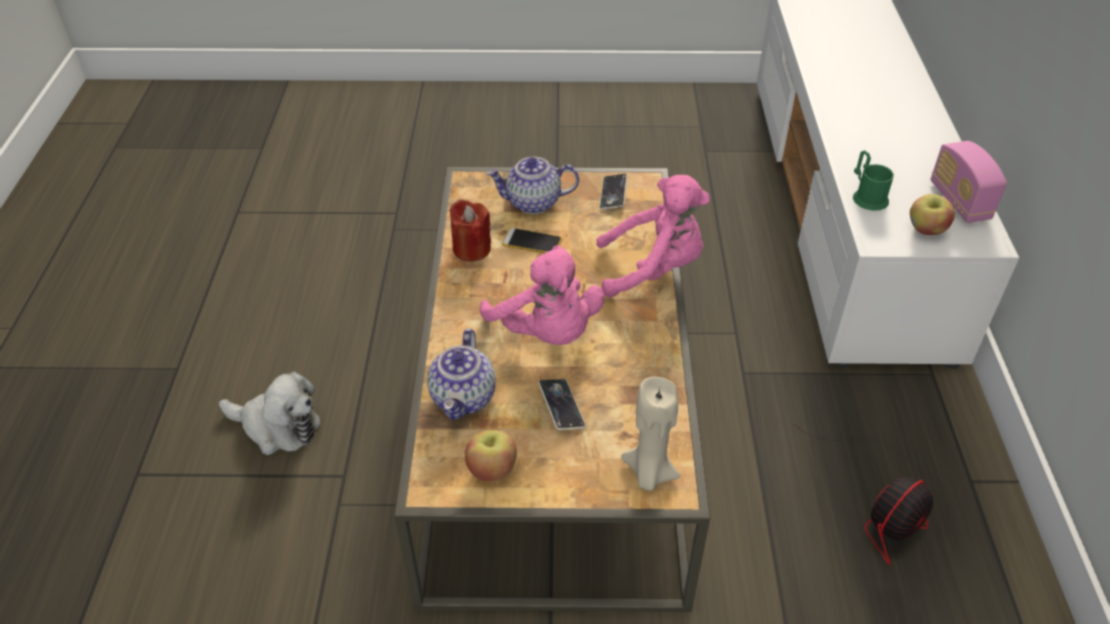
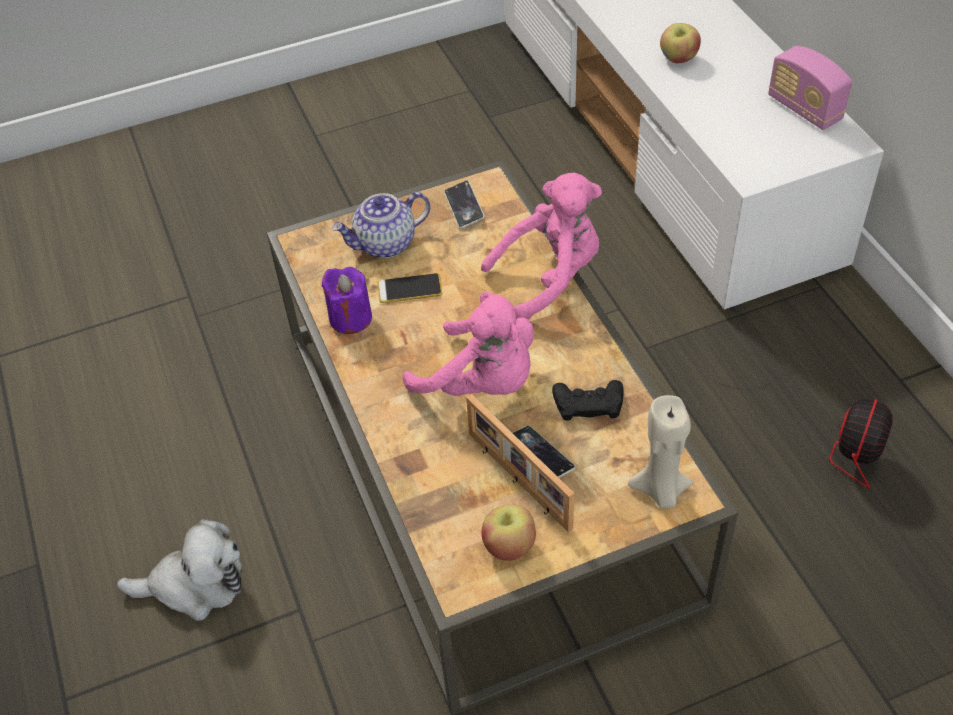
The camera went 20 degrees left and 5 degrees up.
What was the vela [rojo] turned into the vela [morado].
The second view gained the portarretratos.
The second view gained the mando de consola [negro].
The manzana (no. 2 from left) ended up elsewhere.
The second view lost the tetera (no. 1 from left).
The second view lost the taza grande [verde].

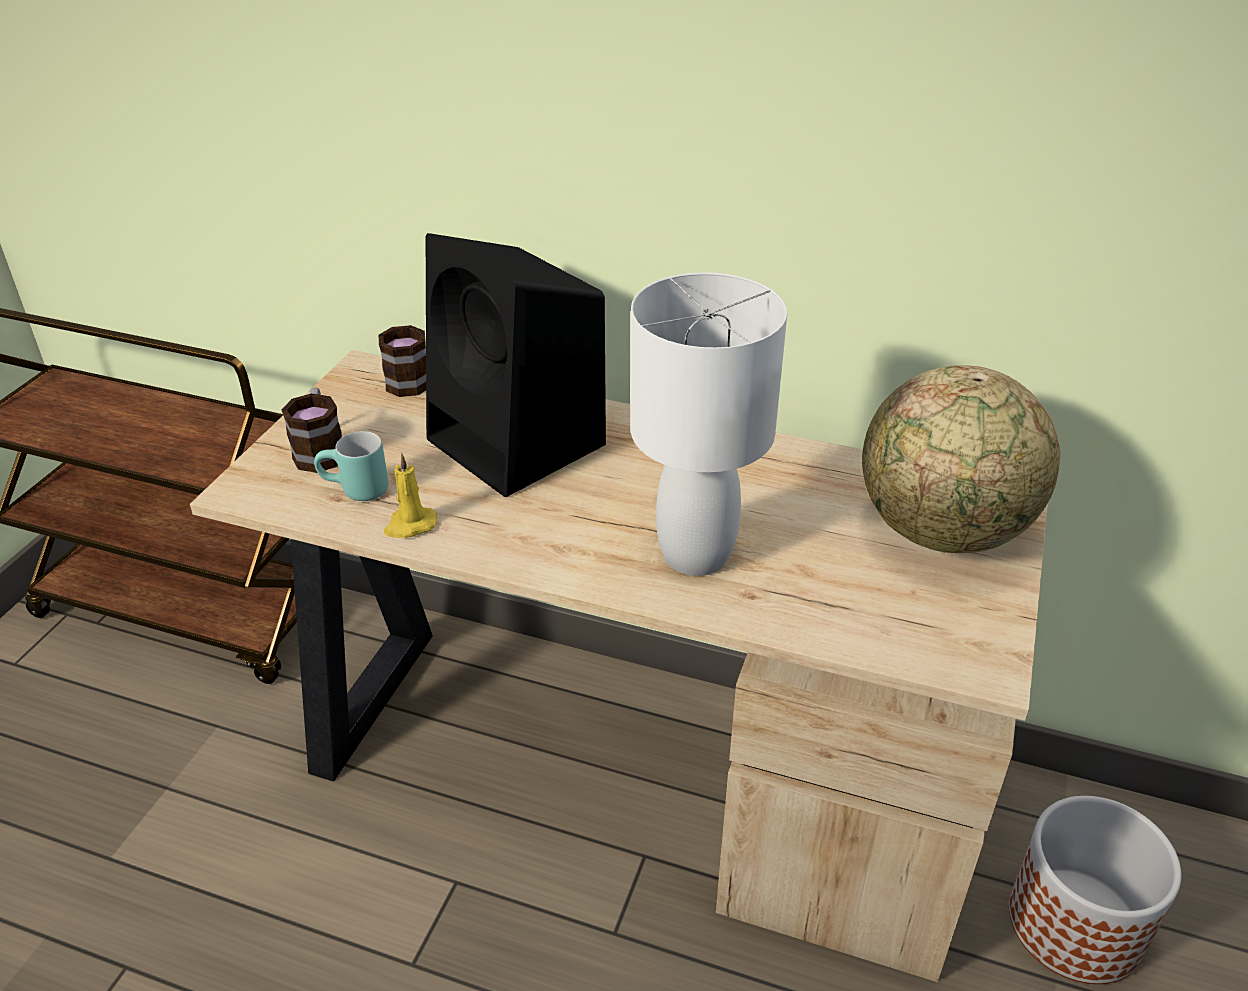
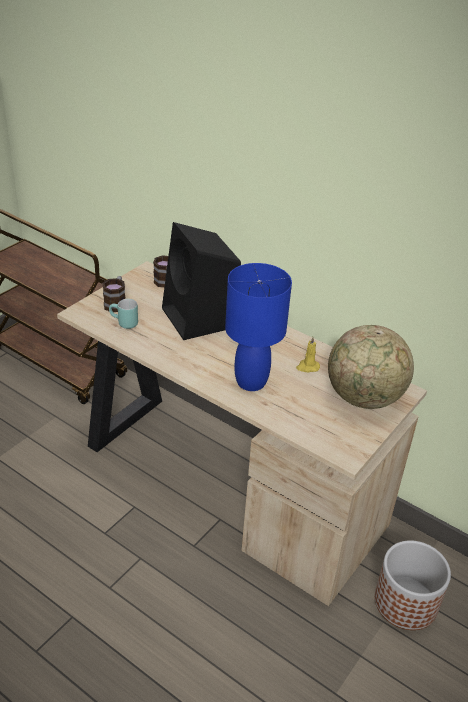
The camera went 15 degrees right and 0 degrees up.
What was the lámpara de mesa [blanco] turned into the lámpara de mesa [azul].
The vela [amarillo] ended up elsewhere.

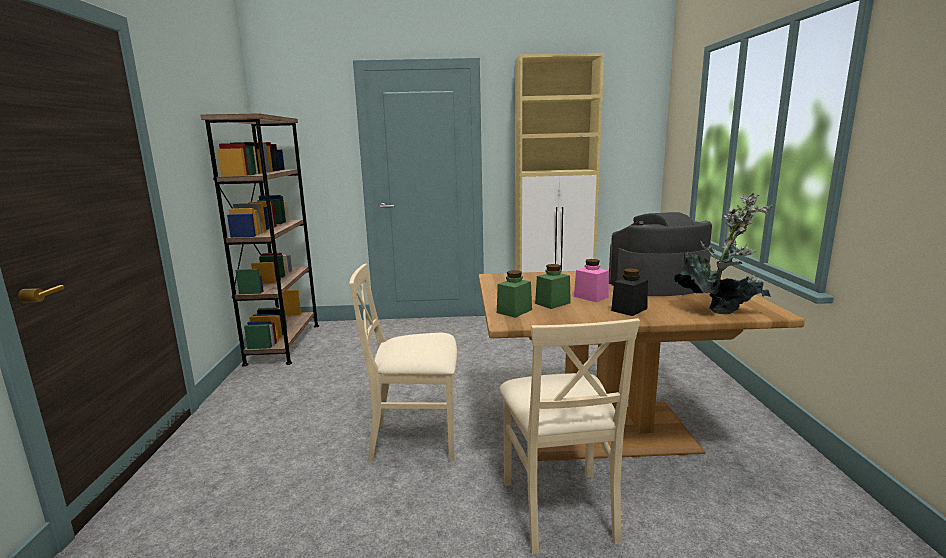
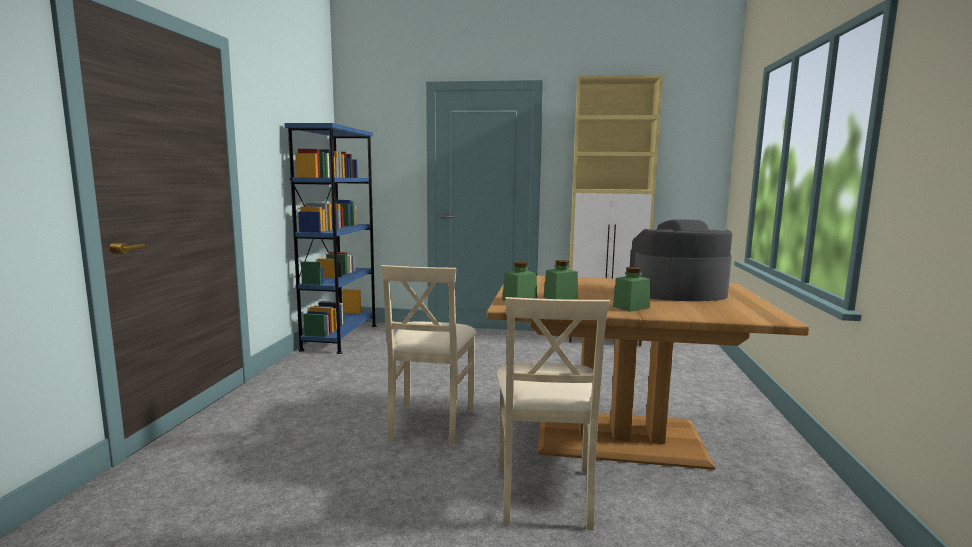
The camera went 10 degrees right and 5 degrees down.
What was the estantería [marrón] turned into the estantería [azul].
The silla [beis] (no. 1 from left) ended up facing another way, 90 degrees counterclockwise from before.
What was the tarro [negro] turned into the tarro [verde] (no. 3 from left).
The second view lost the tarro [rosa].
The second view lost the planta en maceta.

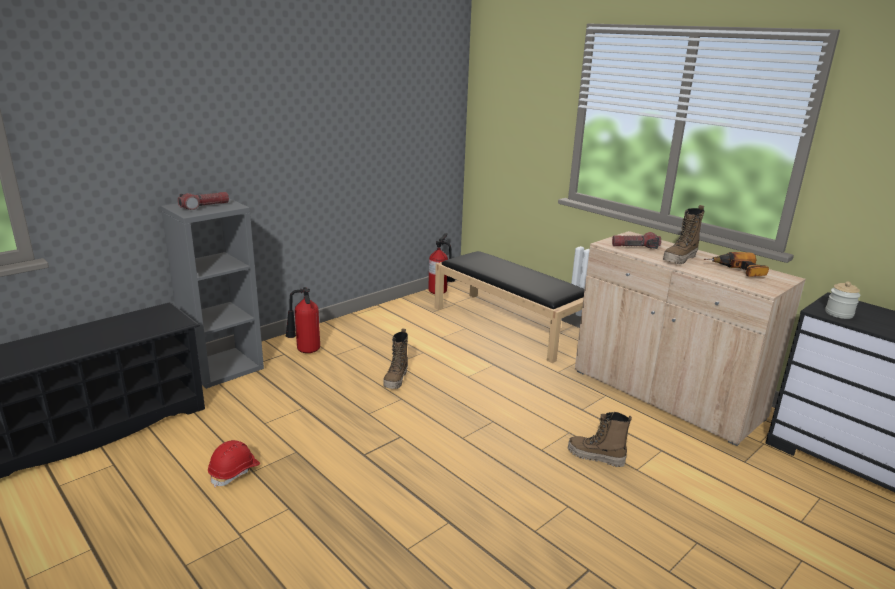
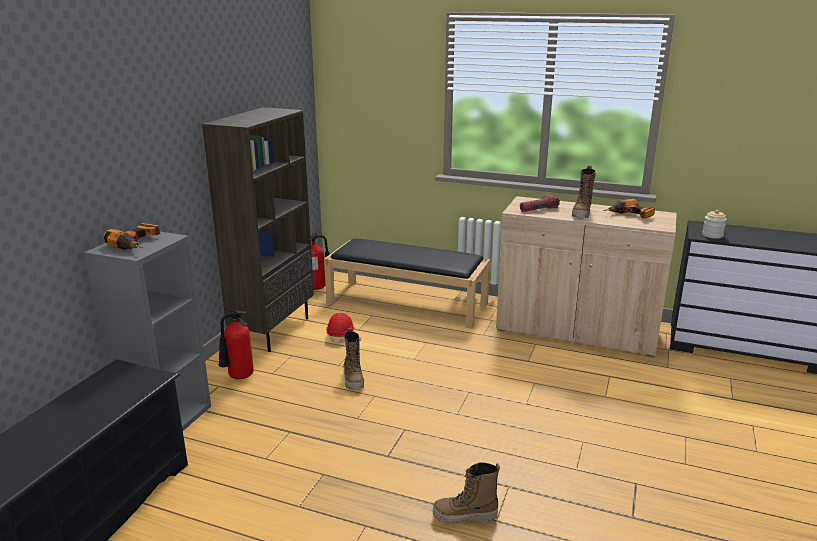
The camera went 25 degrees left and 0 degrees up.
Where the linterna (no. 1 from left) stood, the taladro (no. 1 from left) came to stand.
The second view gained the estantería [marrón].
The casco [rojo] ended up elsewhere.
The bota (no. 2 from left) ended up elsewhere.

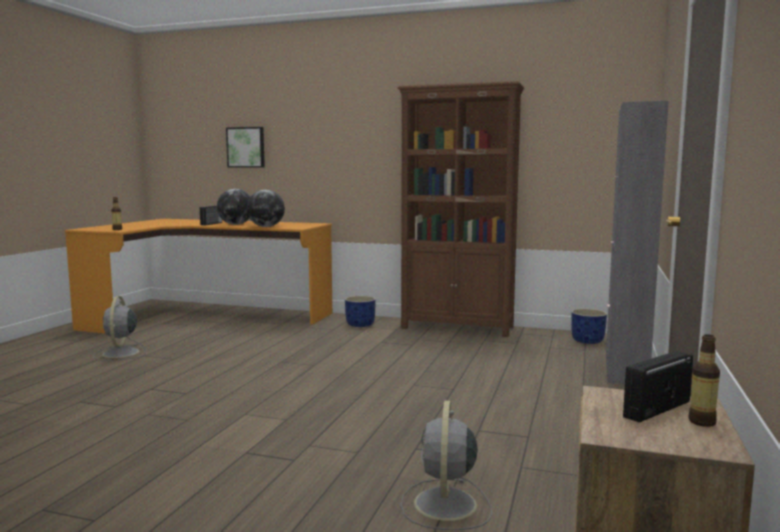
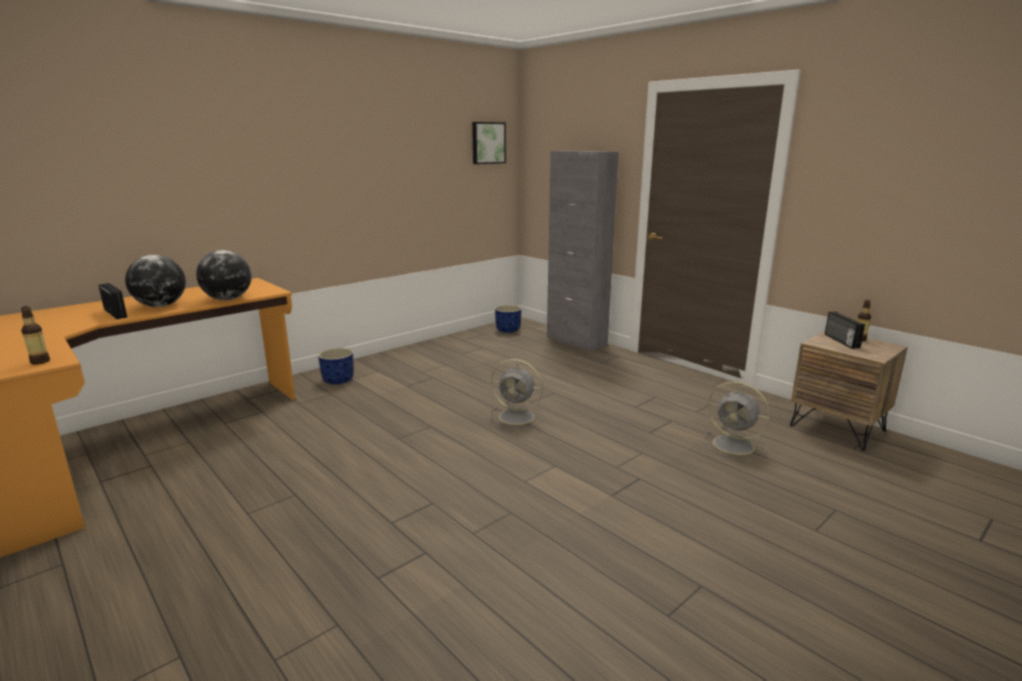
The camera went 60 degrees left and 10 degrees up.
The cuadro ended up elsewhere.
The ventilador [gris] (no. 1 from left) ended up elsewhere.
The second view lost the estantería [marrón].

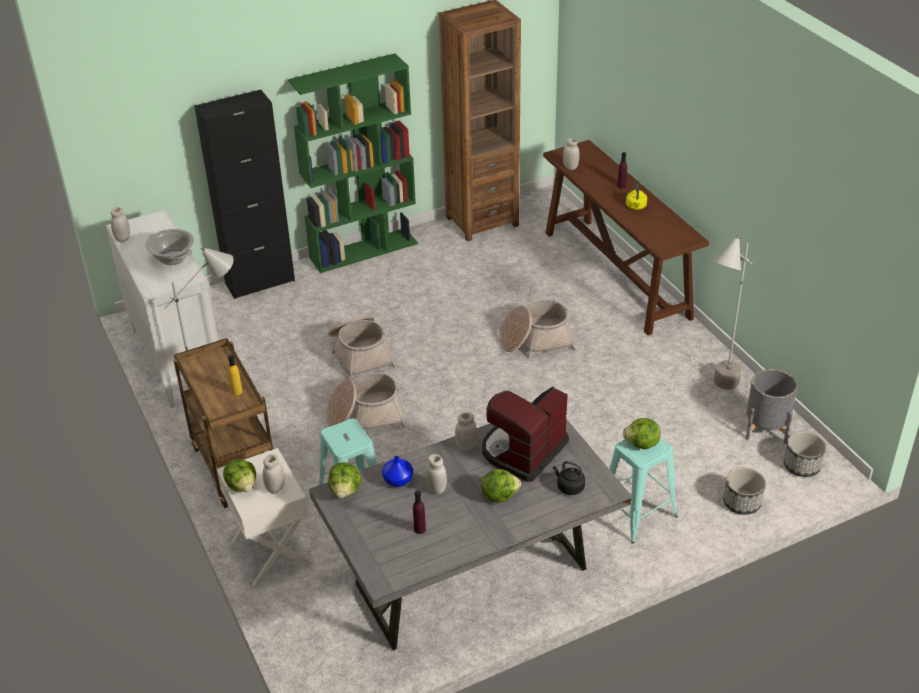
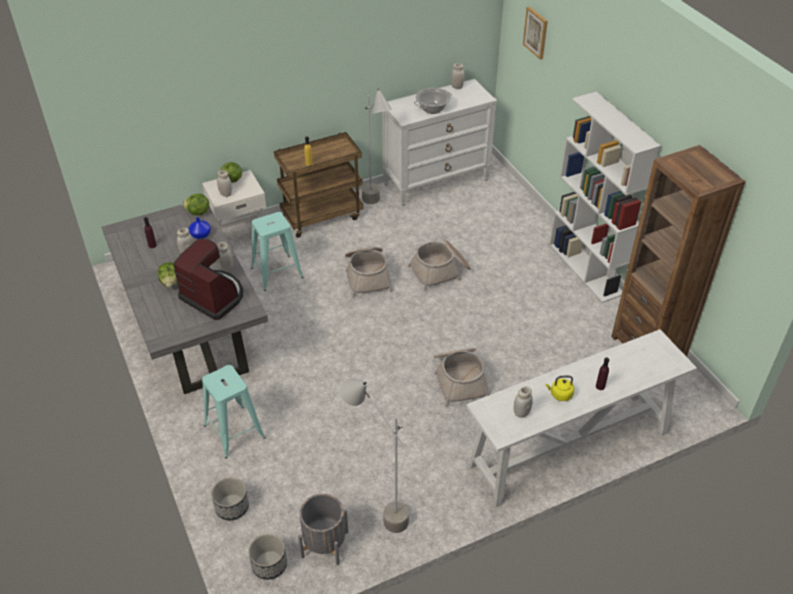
The camera went 90 degrees right and 5 degrees up.
What was the mesa consola [marrón] turned into the mesa consola [blanco].
The tarro [blanco] (no. 5 from left) ended up elsewhere.
The second view gained the cuadro.
What was the estantería [verde] turned into the estantería [blanco].
The second view lost the armario [negro].
The second view lost the hervidor [negro].
The second view lost the lechuga (no. 4 from left).

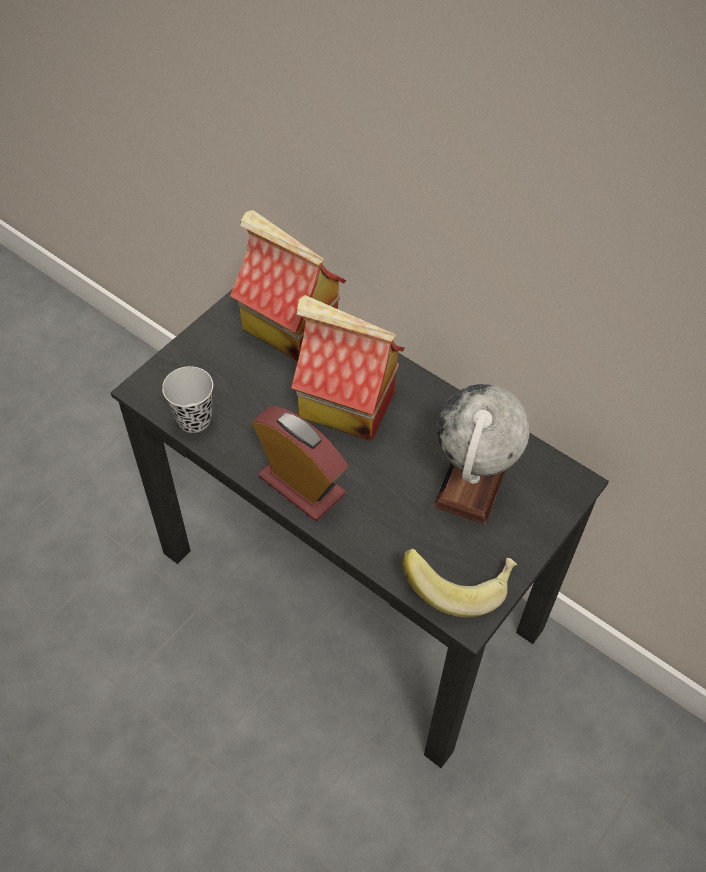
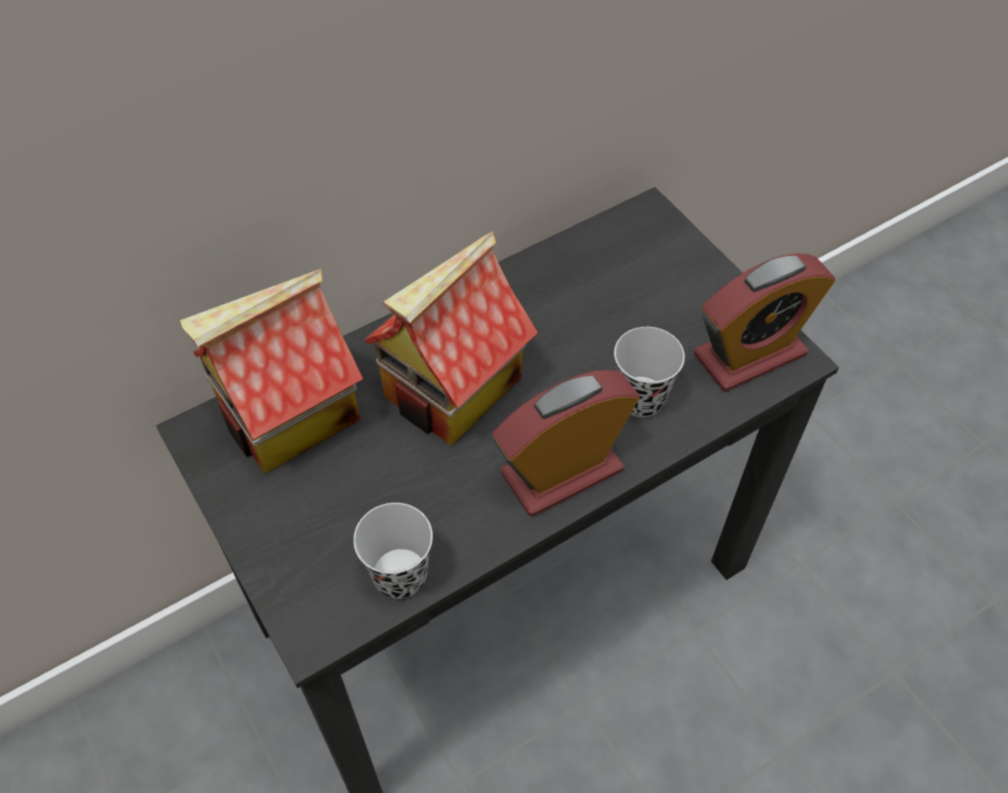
The camera went 70 degrees left and 0 degrees up.
The second view gained the taza [negro] (no. 2 from left).
Where the plátano stood, the despertador (no. 2 from left) came to stand.
The second view lost the globo terráqueo.

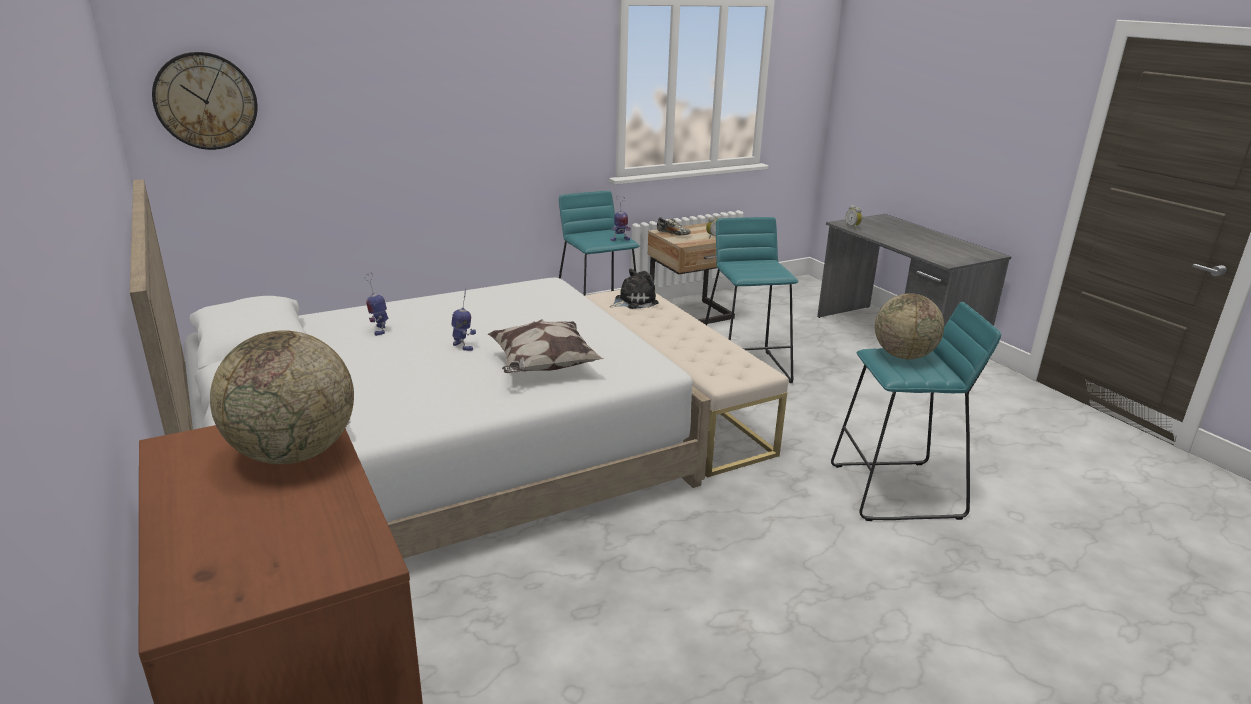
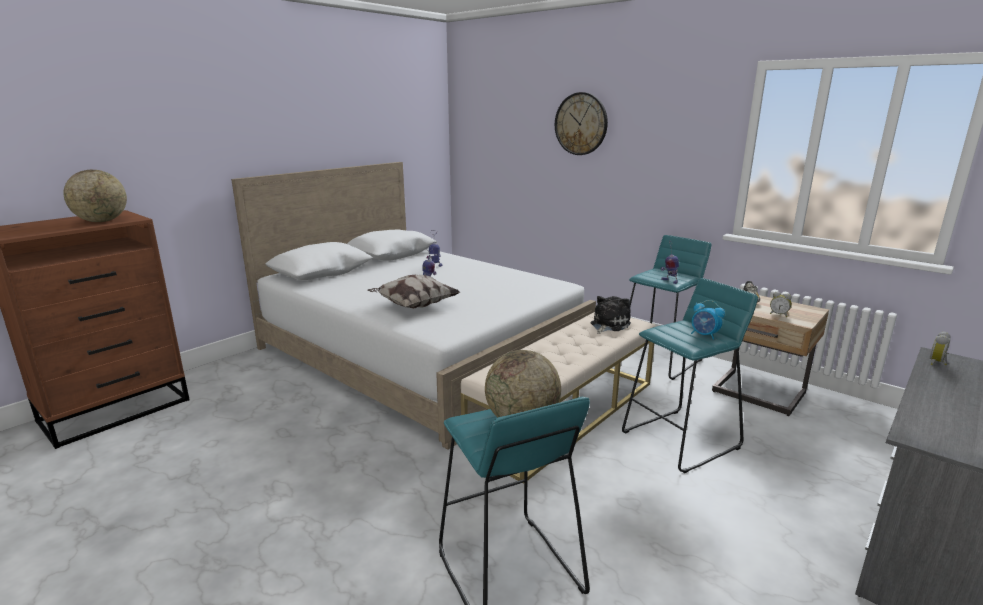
The camera went 70 degrees right and 5 degrees down.
The reloj de pared ended up elsewhere.
The peluche ended up facing another way, 90 degrees counterclockwise from before.
The second view gained the despertador (no. 1 from left).

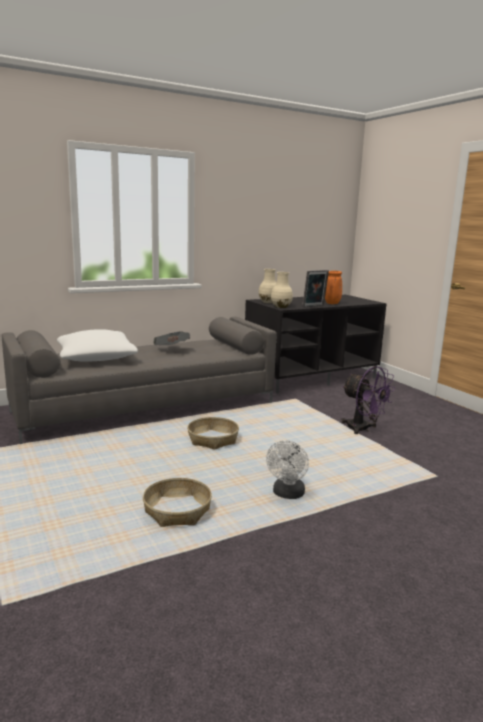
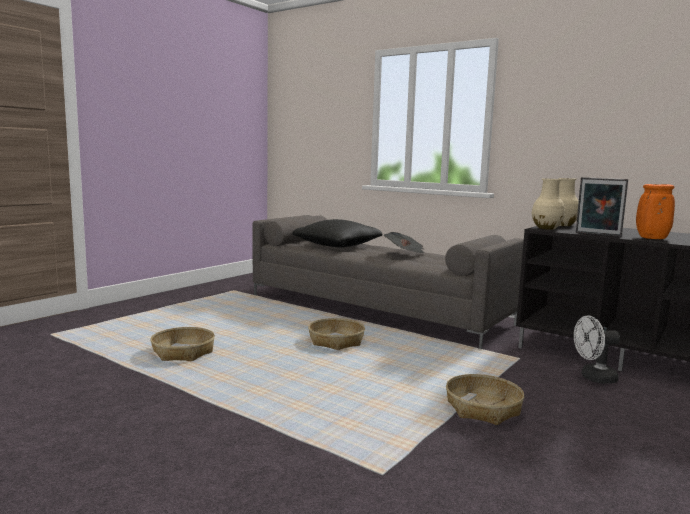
The camera went 65 degrees right and 5 degrees down.
What was the cojín [blanco] turned into the cojín [negro].
Where the ventilador [morado] stood, the cesta (no. 3 from left) came to stand.
The ventilador [blanco] ended up elsewhere.

